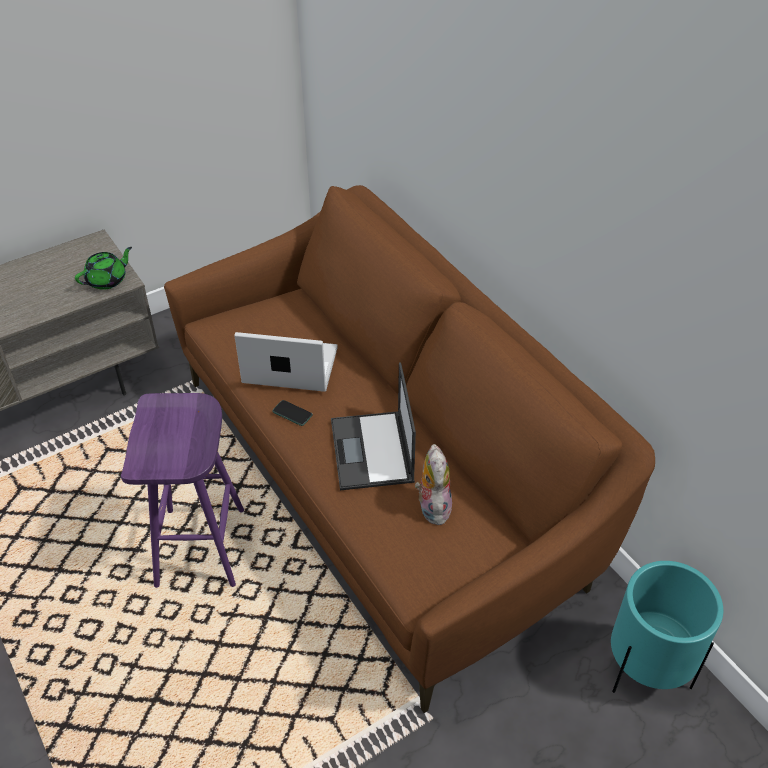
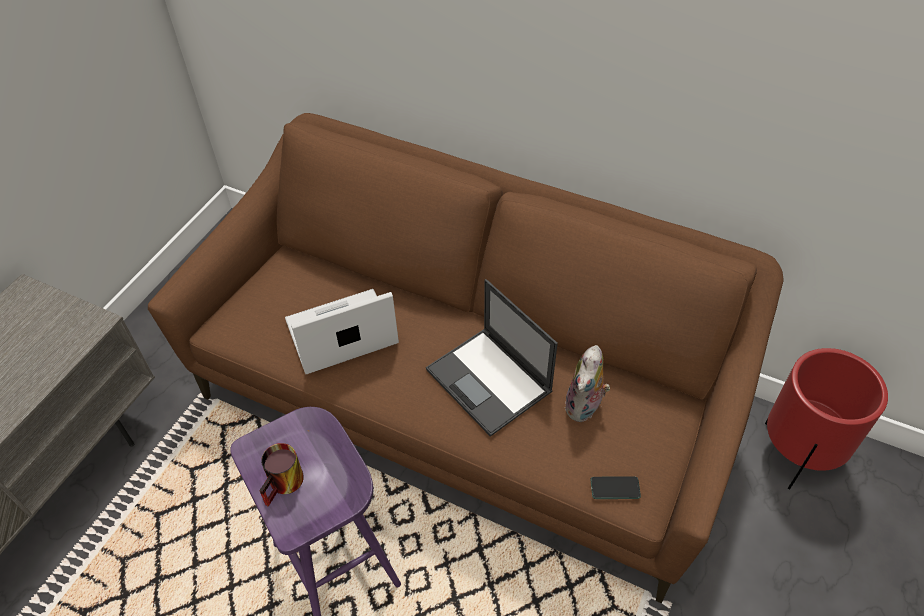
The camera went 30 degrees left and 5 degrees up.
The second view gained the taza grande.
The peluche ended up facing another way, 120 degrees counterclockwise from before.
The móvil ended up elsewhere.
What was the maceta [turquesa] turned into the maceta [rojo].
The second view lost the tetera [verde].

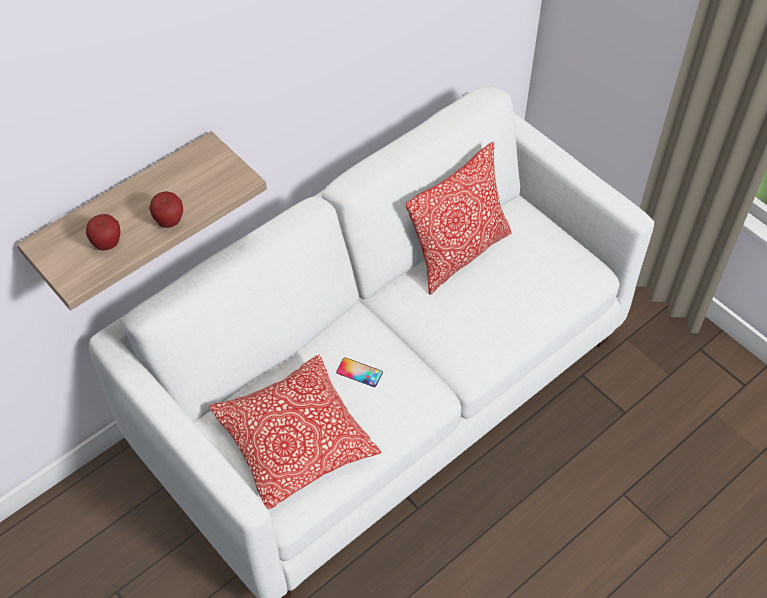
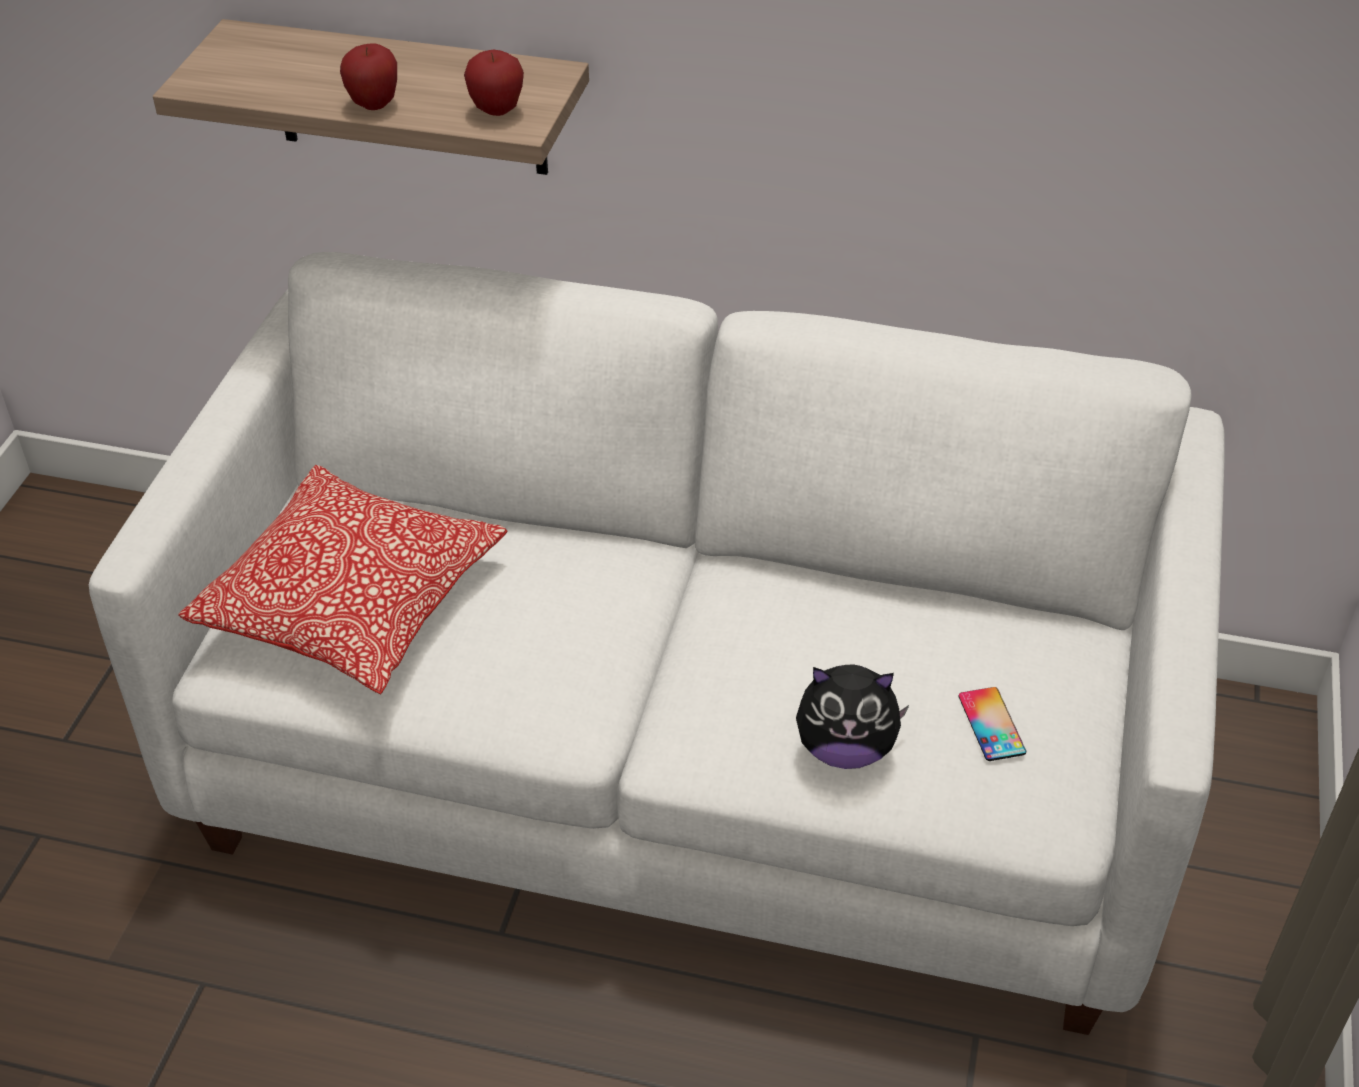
The camera went 55 degrees right and 10 degrees down.
The manzana (no. 1 from left in the first image) ended up elsewhere.
The second view gained the peluche.
The móvil ended up elsewhere.
The second view lost the cojín (no. 2 from left).

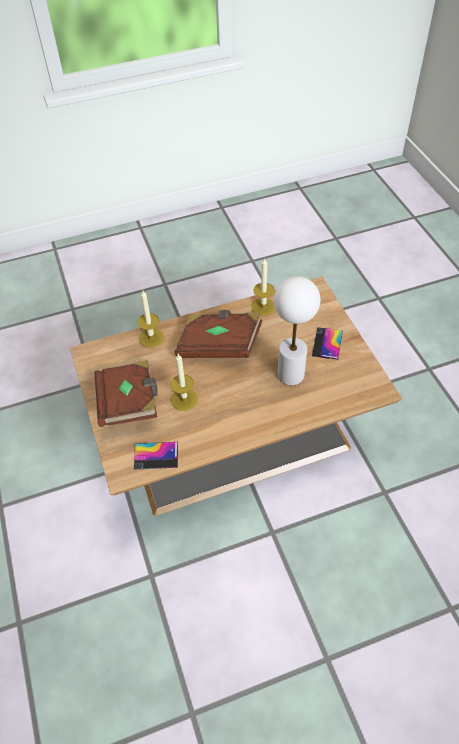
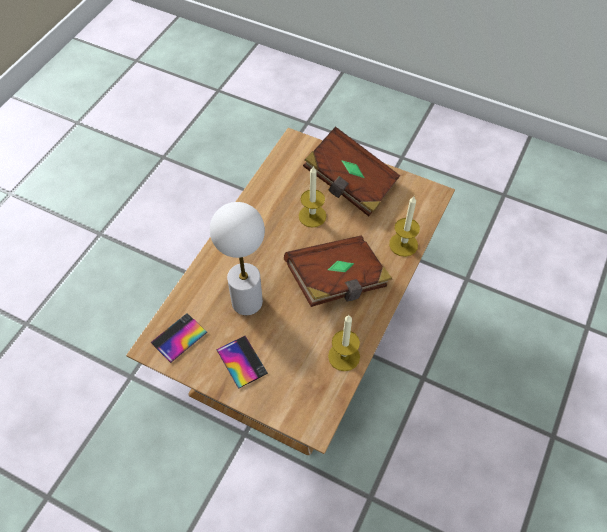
The camera went 135 degrees right and 5 degrees up.
The móvil (no. 1 from left) ended up elsewhere.

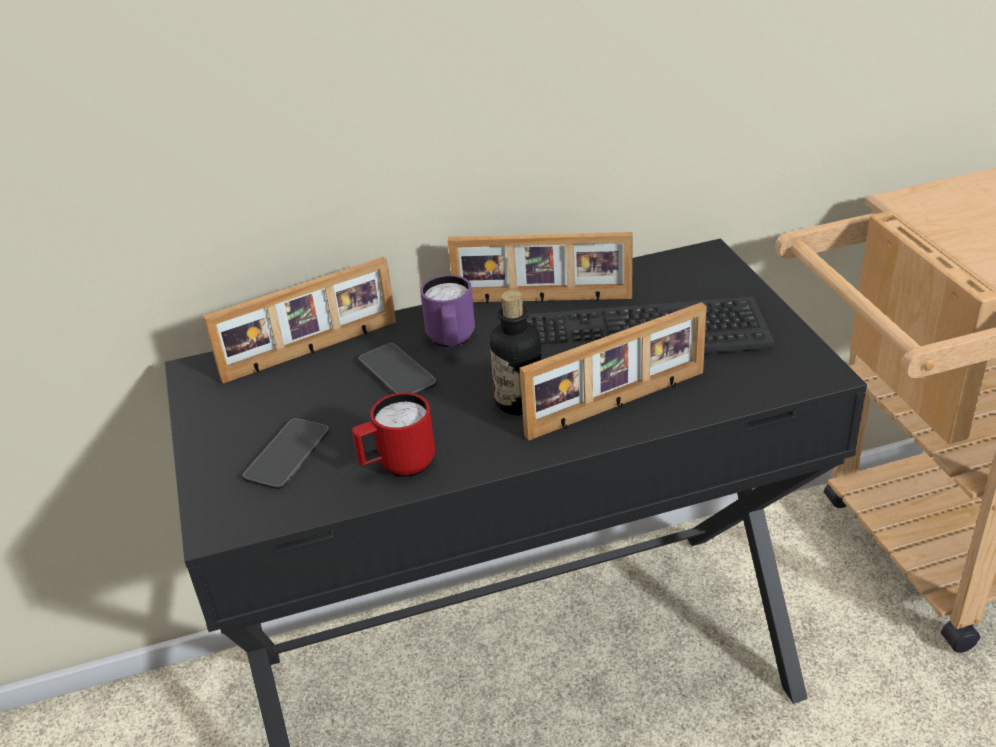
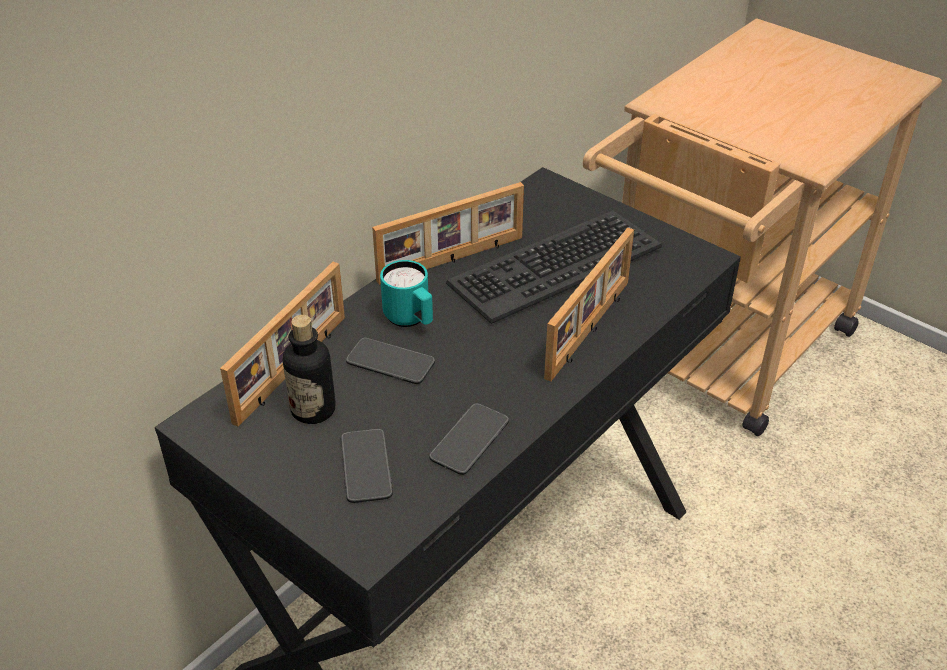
The camera went 35 degrees left and 5 degrees up.
The botella ended up elsewhere.
What was the taza grande [morado] turned into the taza grande [turquesa].
Where the taza grande [rojo] stood, the móvil (no. 3 from left) came to stand.

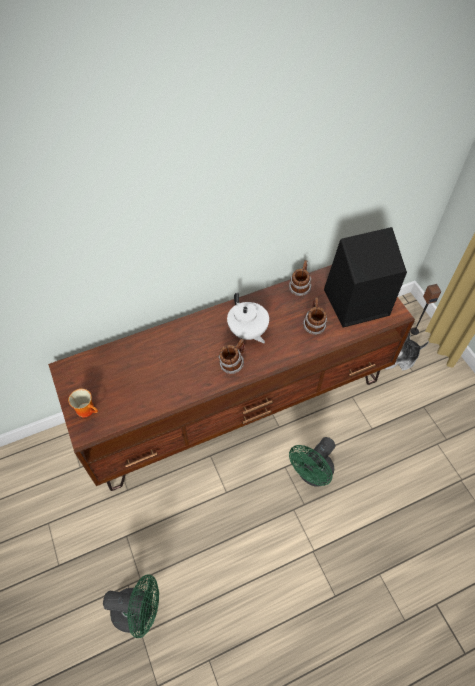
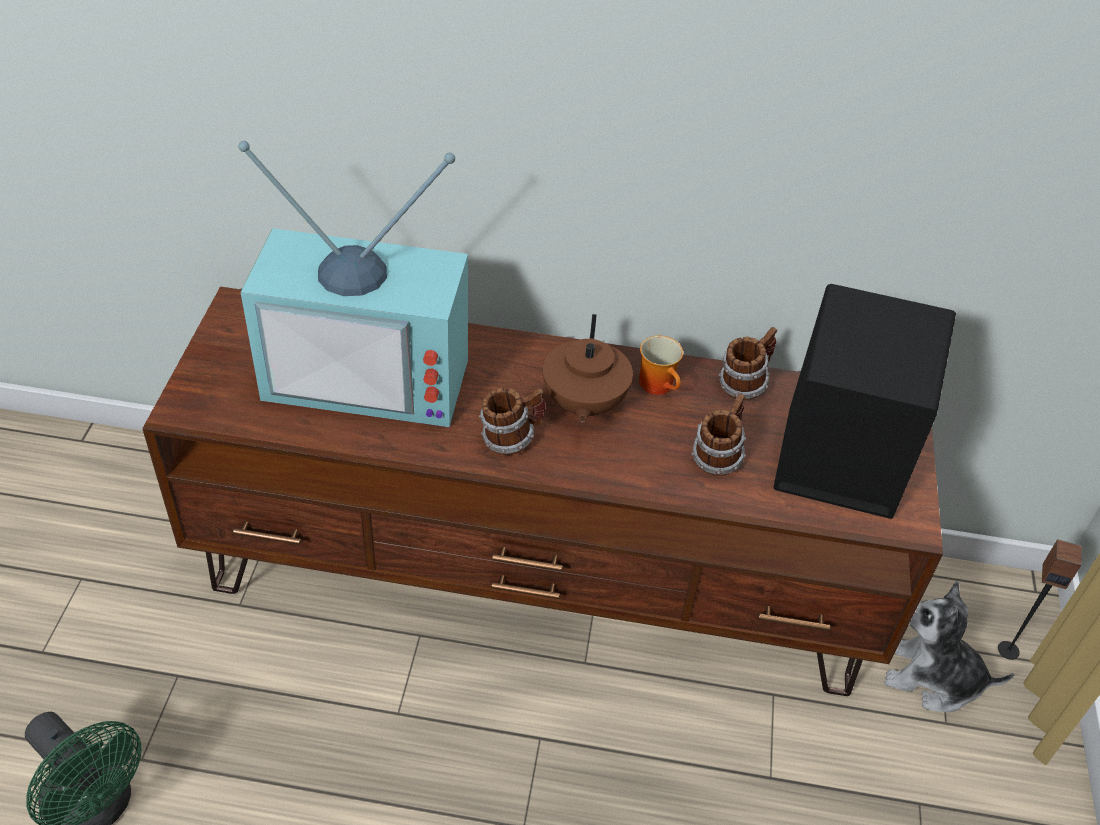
The camera went 30 degrees right and 10 degrees down.
The second view gained the televisor.
What was the tetera [blanco] turned into the tetera [marrón].
The taza grande (no. 1 from left in the first image) ended up elsewhere.
The second view lost the ventilador [verde] (no. 2 from left).

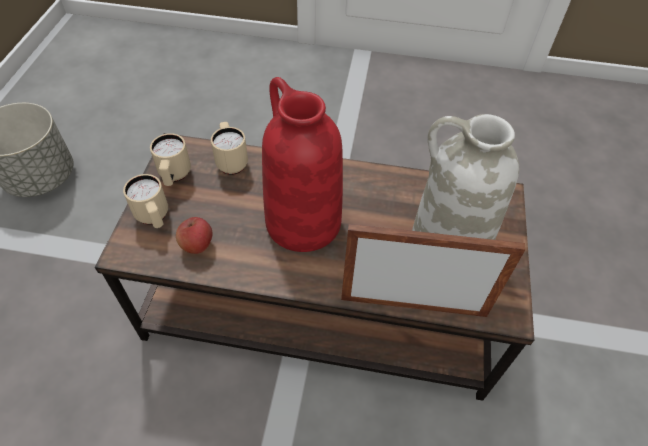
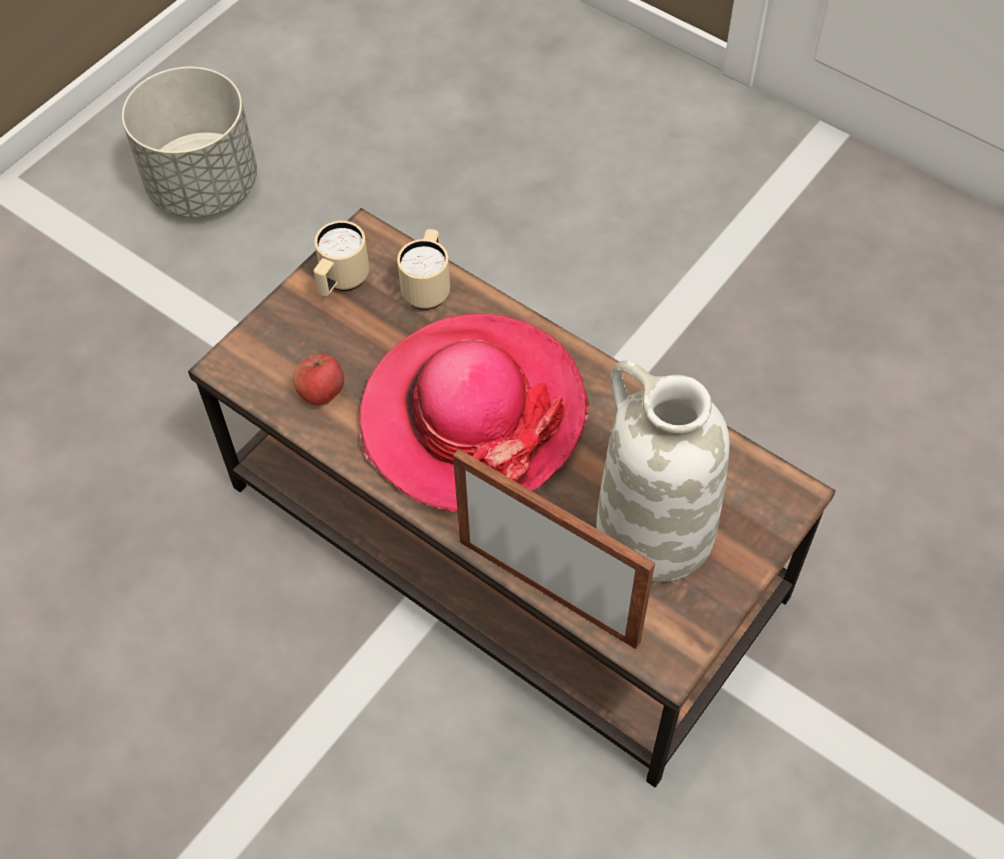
The camera went 30 degrees right and 5 degrees up.
Where the florero [rojo] stood, the sombrero came to stand.
The second view lost the taza grande [beis] (no. 1 from left).

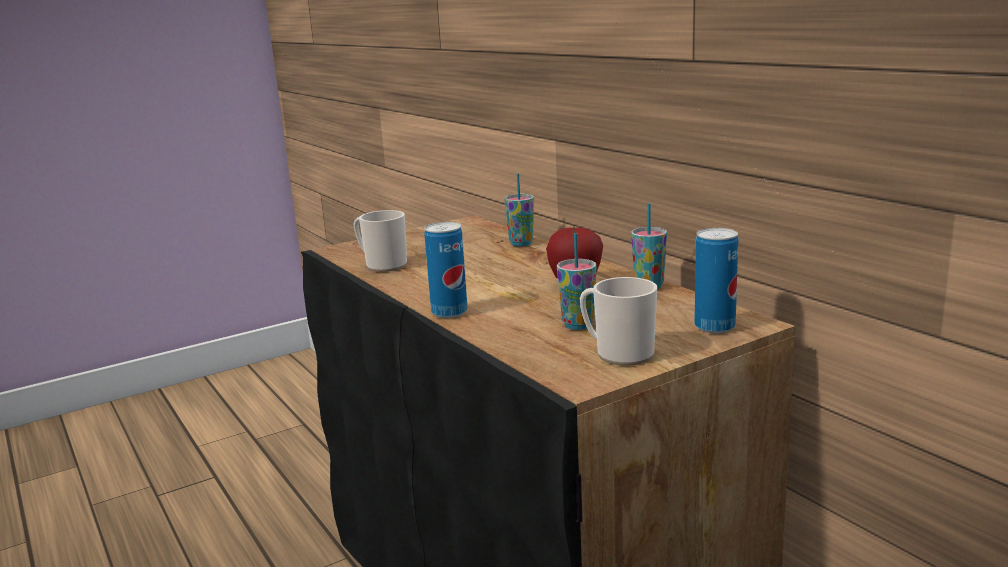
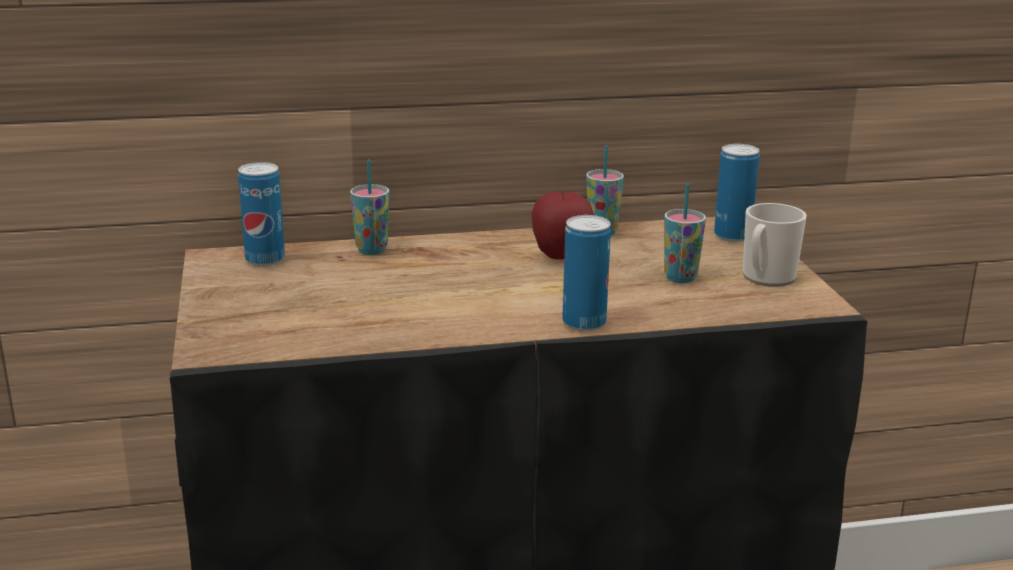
The camera went 70 degrees left and 5 degrees up.
The second view gained the lata (no. 1 from left).
The second view lost the taza grande (no. 1 from left).

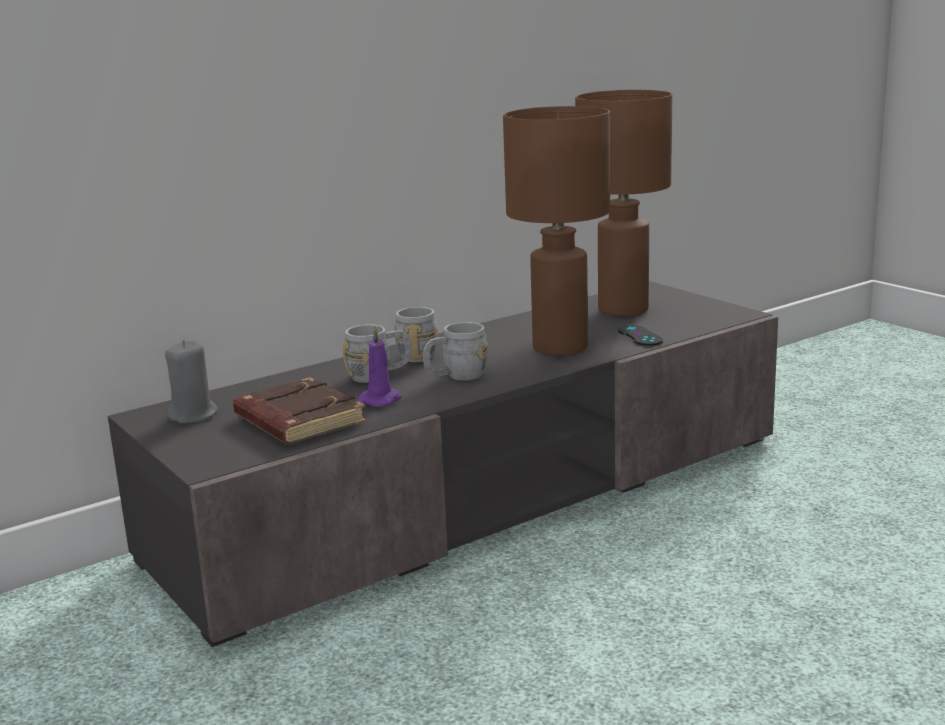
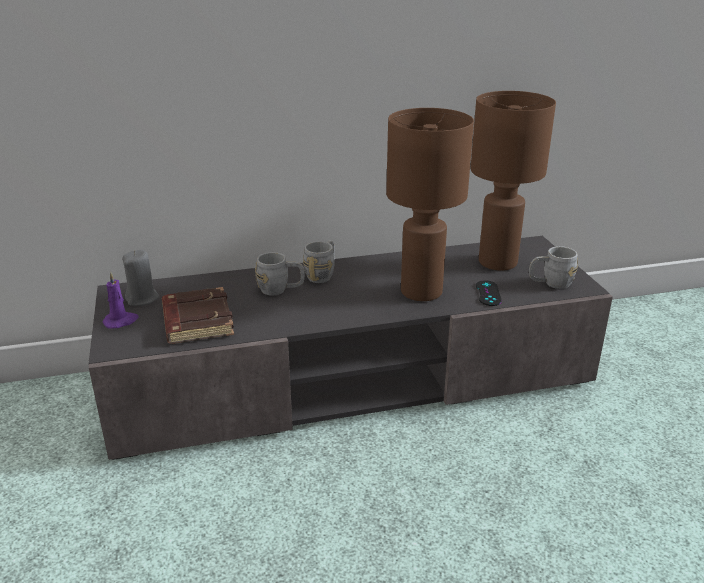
The camera went 20 degrees right and 10 degrees up.
The vela [morado] ended up elsewhere.
The taza grande [gris] (no. 3 from left) ended up elsewhere.

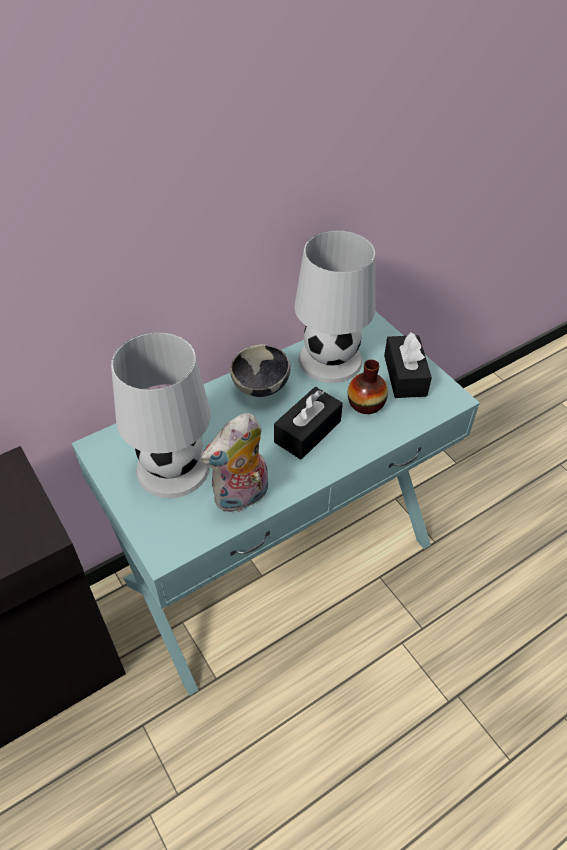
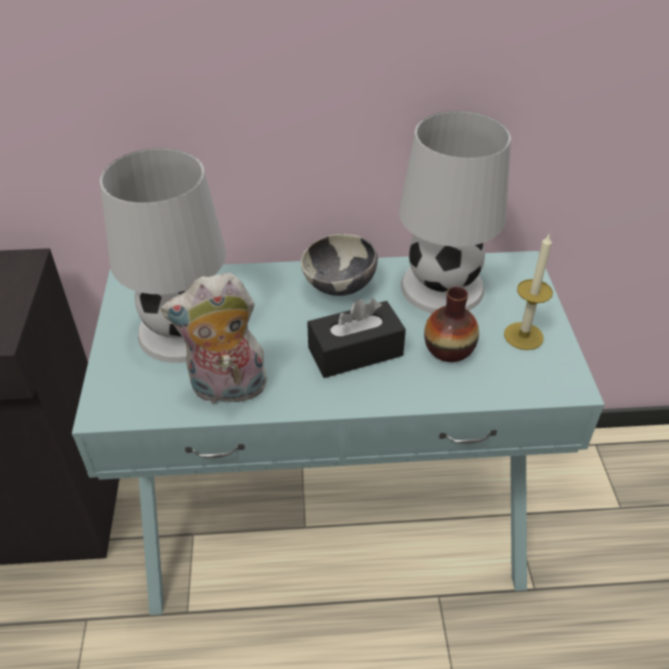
The camera went 30 degrees right and 5 degrees down.
Where the caja de pañuelos [negro] (no. 2 from left) stood, the vela came to stand.

